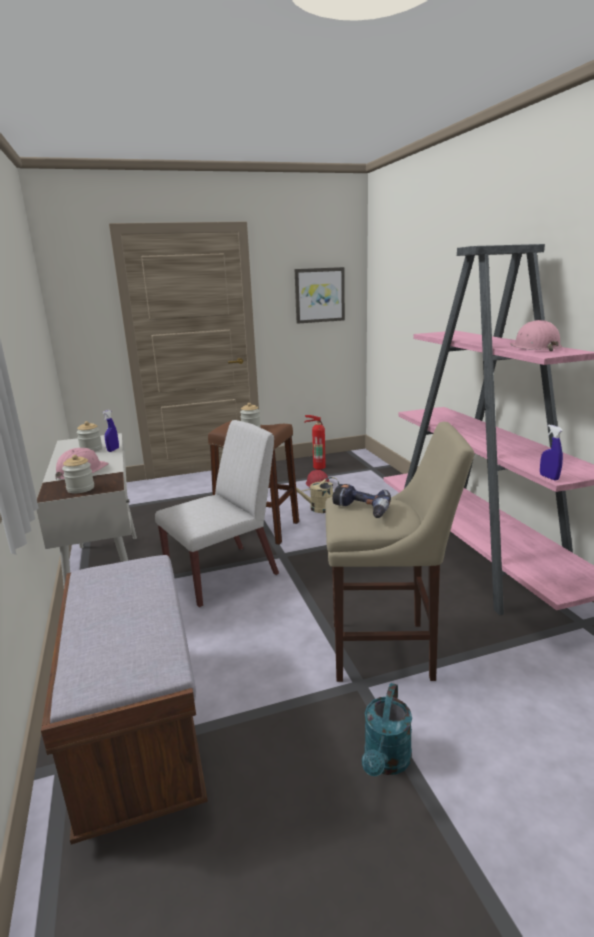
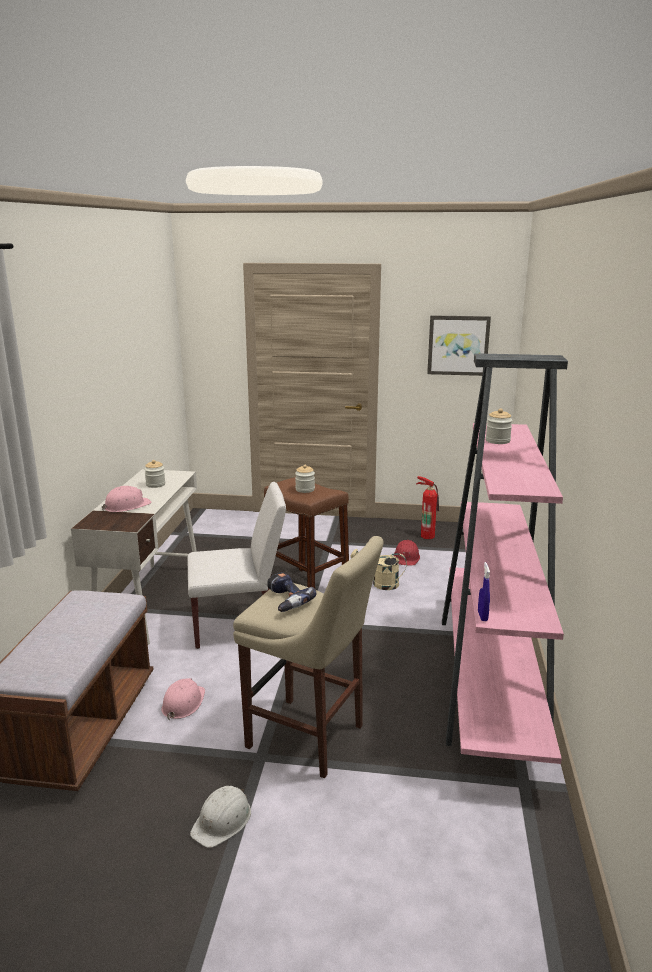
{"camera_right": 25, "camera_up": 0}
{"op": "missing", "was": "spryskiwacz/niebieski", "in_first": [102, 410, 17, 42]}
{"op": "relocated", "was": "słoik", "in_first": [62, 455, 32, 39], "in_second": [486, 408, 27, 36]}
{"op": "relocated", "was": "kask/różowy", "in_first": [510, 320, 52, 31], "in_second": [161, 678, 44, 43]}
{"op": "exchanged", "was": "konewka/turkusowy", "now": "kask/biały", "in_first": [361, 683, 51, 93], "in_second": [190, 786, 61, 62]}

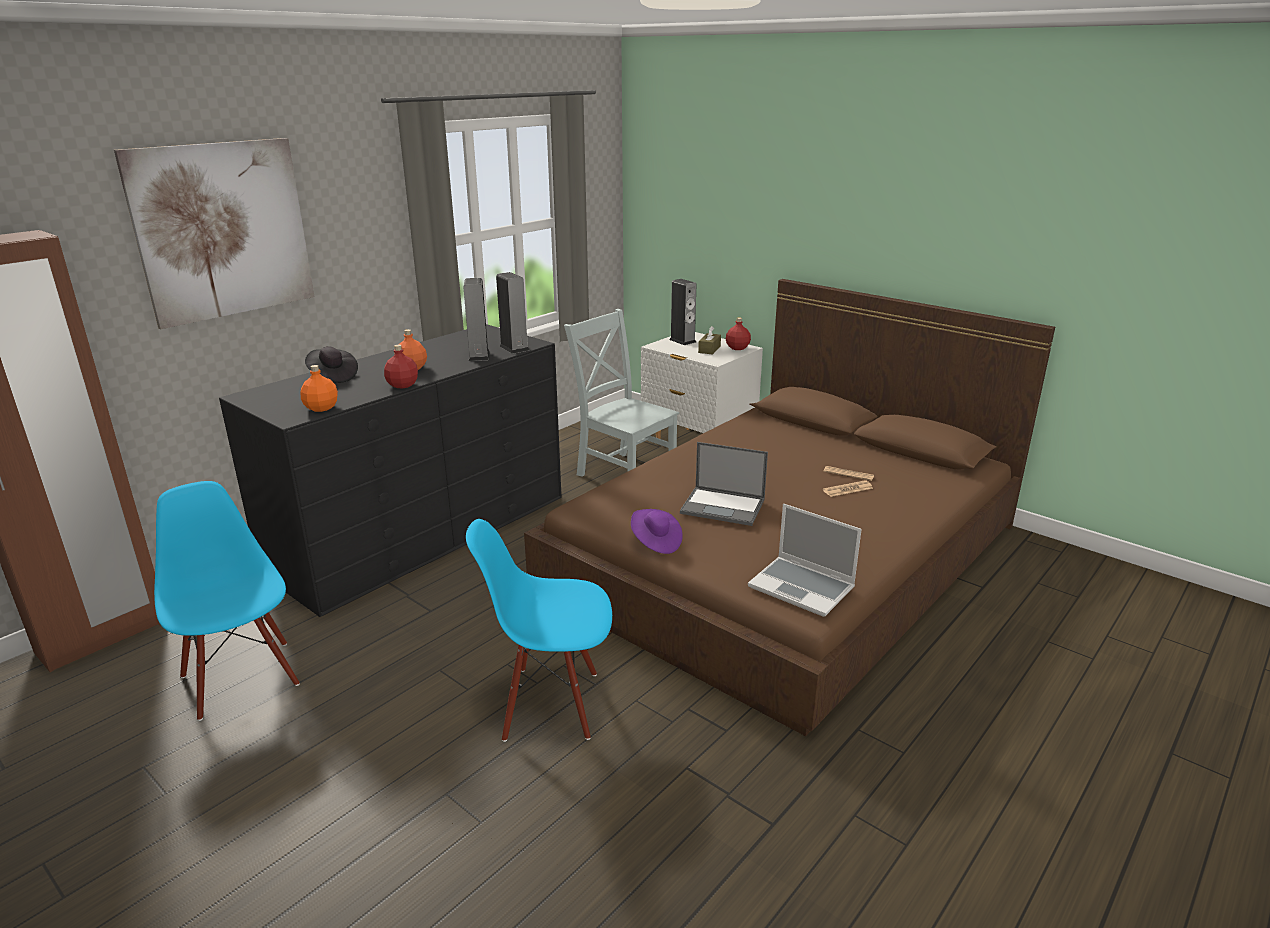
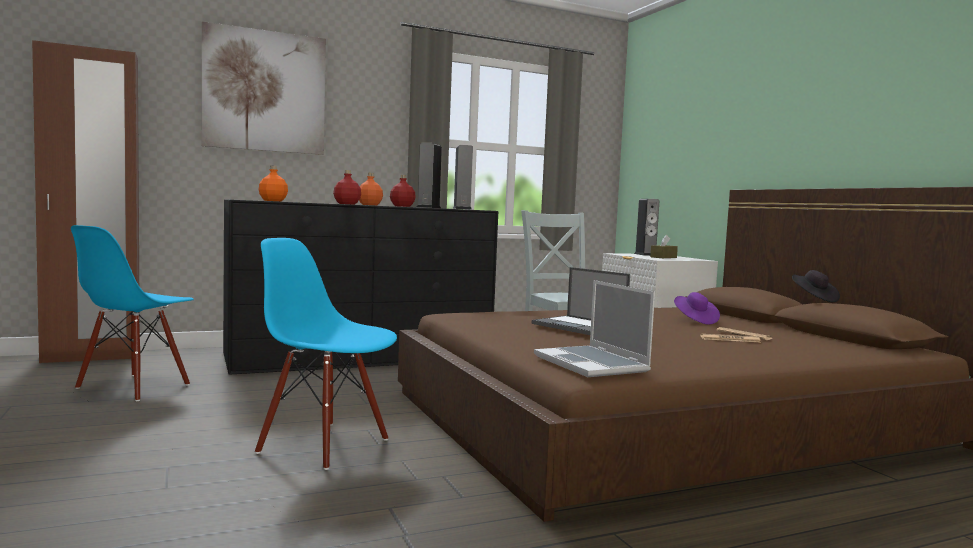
{"camera_right": 25, "camera_up": -20}
{"op": "relocated", "was": "kapelusz/czarny", "in_first": [305, 346, 53, 37], "in_second": [792, 270, 48, 32]}
{"op": "relocated", "was": "kapelusz/fioletowy", "in_first": [631, 509, 52, 45], "in_second": [674, 292, 46, 32]}
{"op": "relocated", "was": "butelka/czerwony", "in_first": [726, 318, 25, 32], "in_second": [390, 175, 26, 32]}
{"op": "spun", "was": "krzesło/niebieski", "in_first": [154, 481, 146, 240], "in_second": [71, 225, 123, 176], "clockwise": -150}

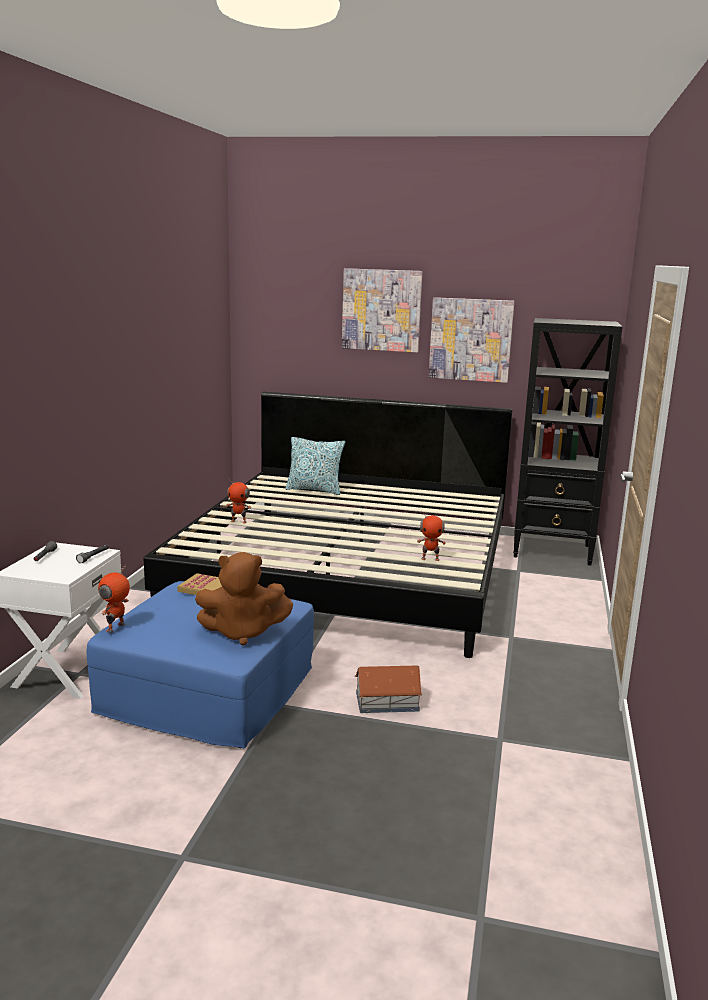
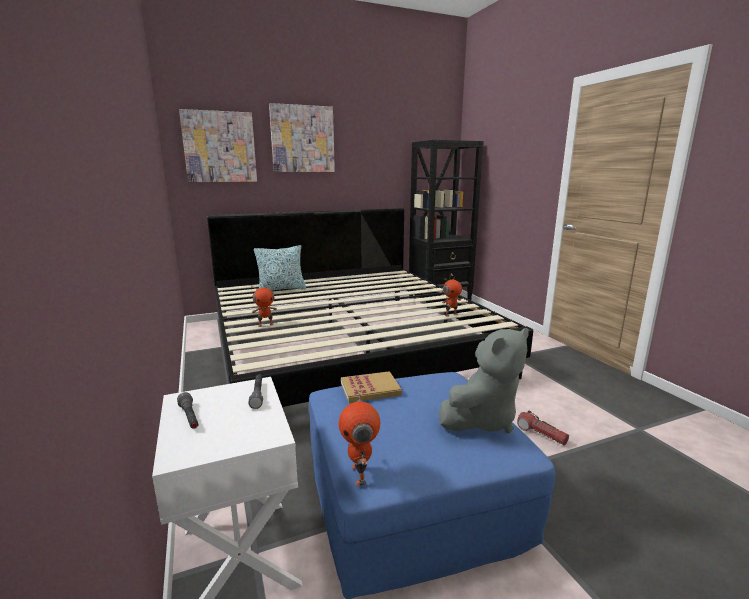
{"camera_right": -35, "camera_up": 0}
{"op": "relocated", "was": "obraz", "in_first": [429, 297, 85, 86], "in_second": [179, 109, 78, 73]}
{"op": "exchanged", "was": "domek", "now": "latarka", "in_first": [355, 665, 67, 48], "in_second": [517, 411, 52, 35]}
{"op": "colour", "was": "pluszak/brązowy", "now": "pluszak/szary", "in_first": [195, 552, 98, 93], "in_second": [439, 328, 90, 105]}

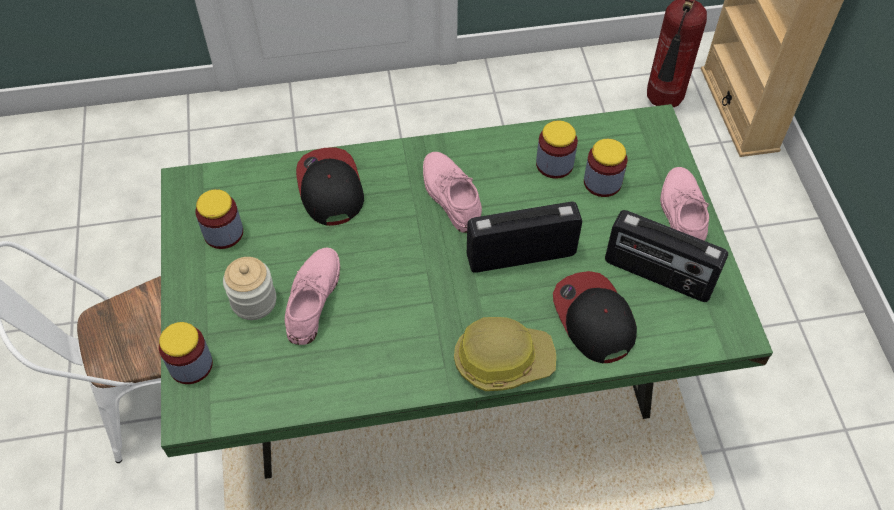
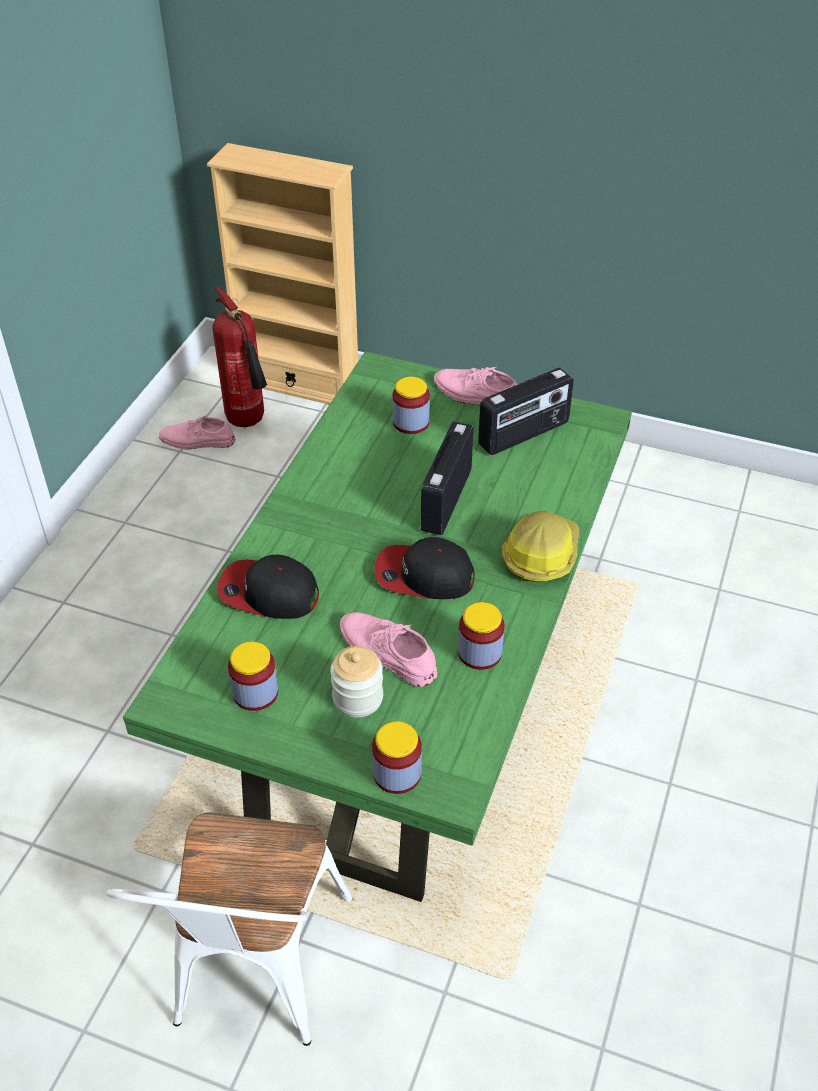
{"camera_right": -60, "camera_up": -10}
{"op": "relocated", "was": "but/różowy", "in_first": [423, 152, 59, 81], "in_second": [159, 415, 76, 34]}
{"op": "relocated", "was": "słoik", "in_first": [536, 120, 42, 59], "in_second": [458, 602, 47, 68]}
{"op": "relocated", "was": "czapka z daszkiem", "in_first": [553, 271, 84, 92], "in_second": [374, 537, 101, 62]}

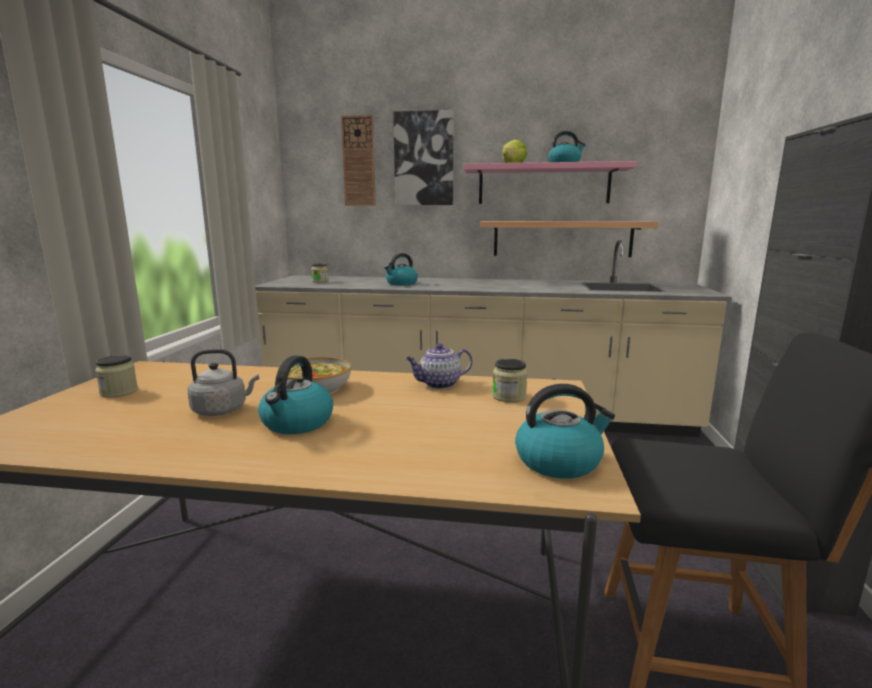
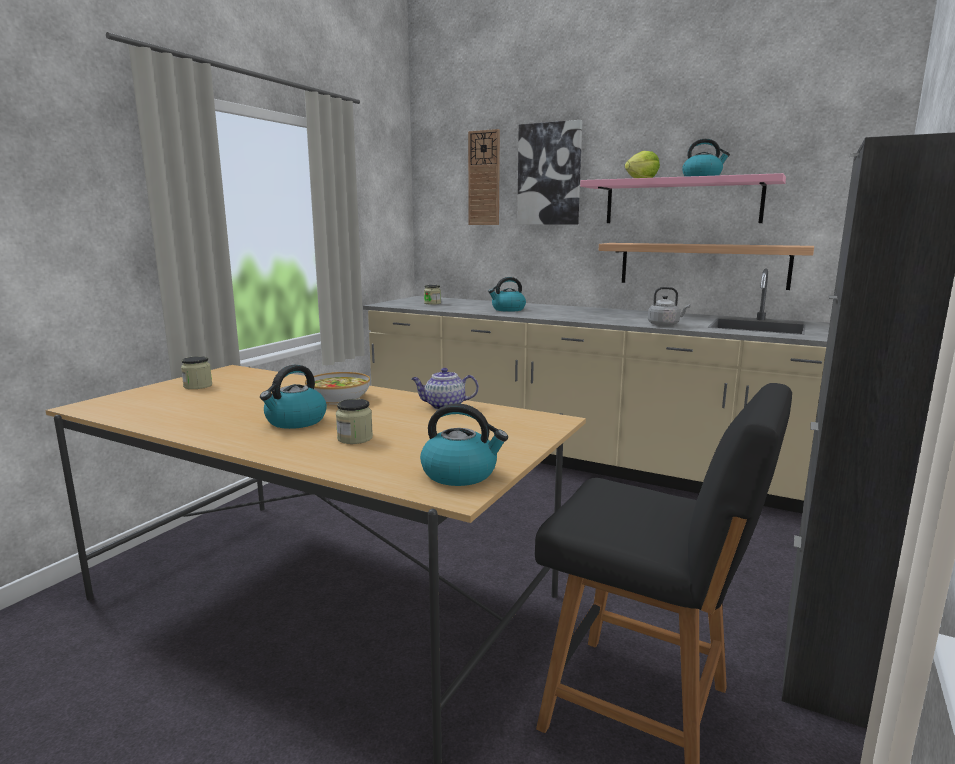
{"camera_right": 20, "camera_up": 0}
{"op": "relocated", "was": "czajnik/szary", "in_first": [188, 349, 71, 67], "in_second": [648, 287, 42, 39]}
{"op": "relocated", "was": "słoik", "in_first": [492, 359, 35, 44], "in_second": [336, 399, 37, 45]}

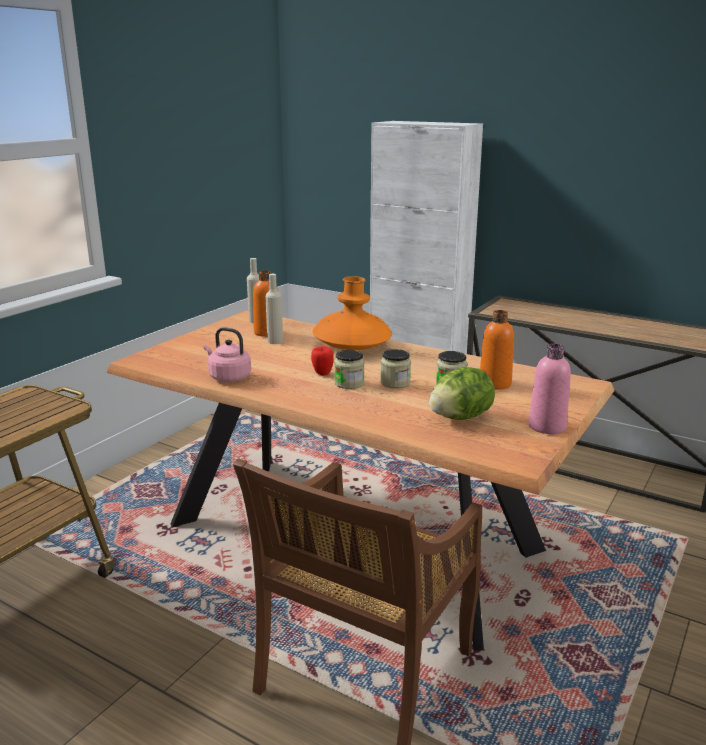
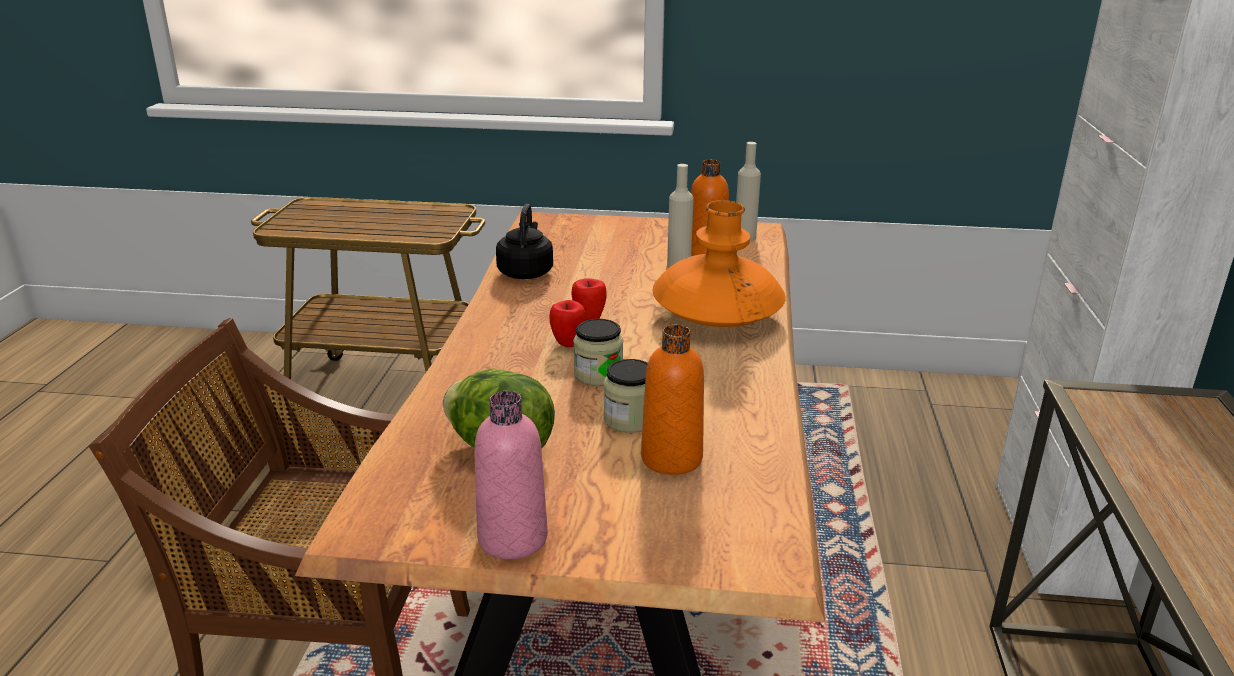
{"camera_right": 65, "camera_up": 5}
{"op": "exchanged", "was": "słoik", "now": "jabłko", "in_first": [334, 350, 31, 39], "in_second": [550, 300, 36, 47]}
{"op": "colour", "was": "czajnik/różowy", "now": "czajnik/czarny", "in_first": [204, 327, 47, 55], "in_second": [496, 204, 57, 75]}

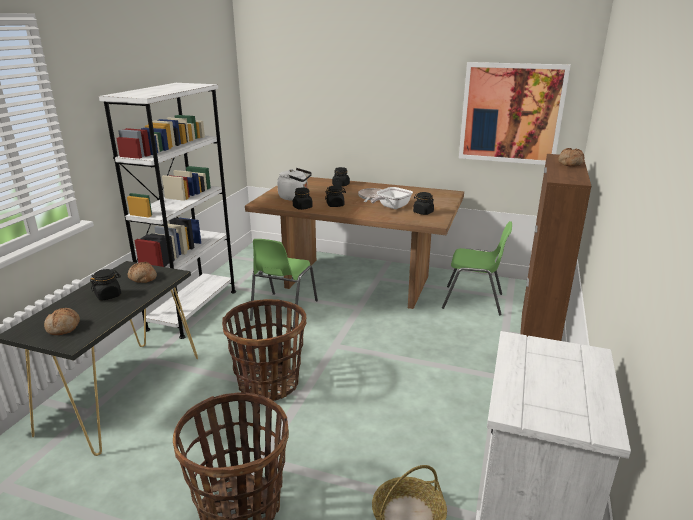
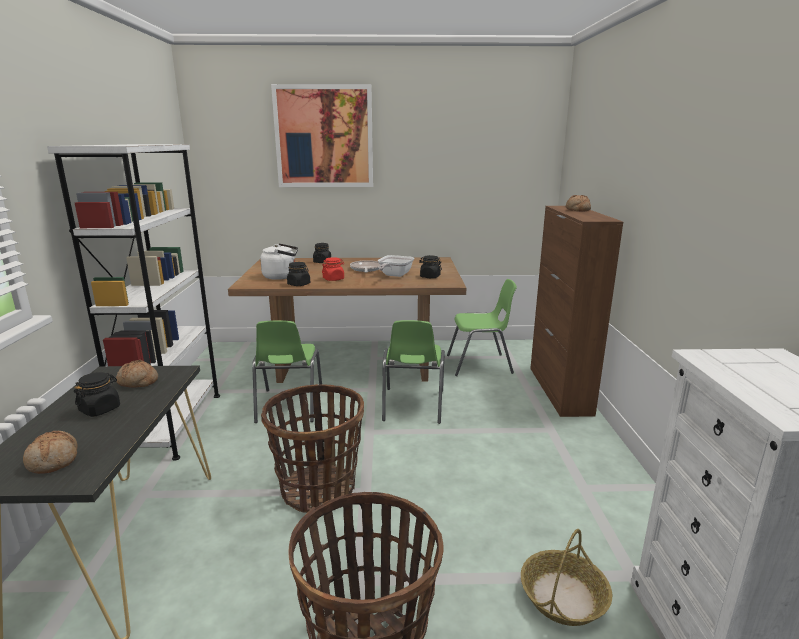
{"camera_right": -20, "camera_up": -5}
{"op": "appeared", "now": "krzesło/zielony", "in_second": [382, 320, 63, 104]}
{"op": "relocated", "was": "obraz", "in_first": [459, 62, 112, 103], "in_second": [271, 84, 102, 103]}
{"op": "colour", "was": "słoik/czarny", "now": "słoik/czerwony", "in_first": [325, 185, 21, 22], "in_second": [322, 257, 22, 24]}

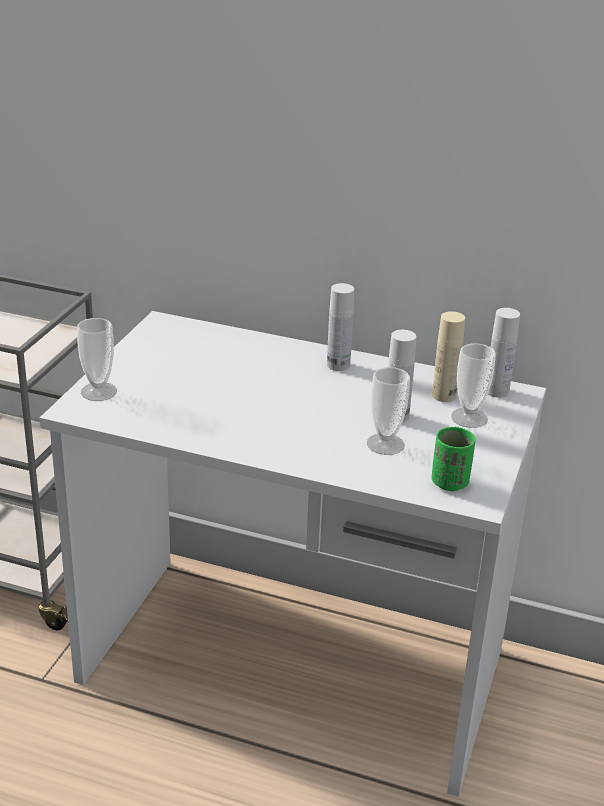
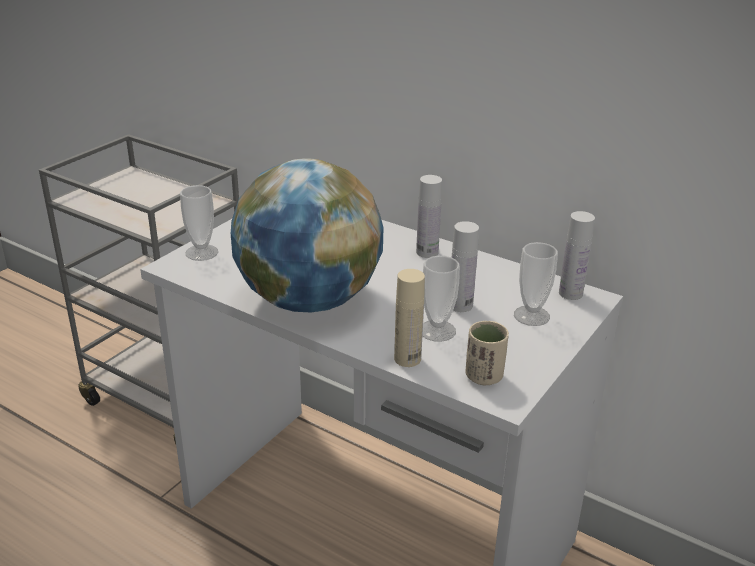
{"camera_right": 15, "camera_up": 0}
{"op": "appeared", "now": "globus", "in_second": [231, 158, 152, 154]}
{"op": "relocated", "was": "butelka/beżowy", "in_first": [432, 311, 33, 91], "in_second": [394, 269, 31, 98]}
{"op": "colour", "was": "filiżanka/zielony", "now": "filiżanka/beżowy", "in_first": [432, 427, 43, 64], "in_second": [466, 321, 43, 64]}

